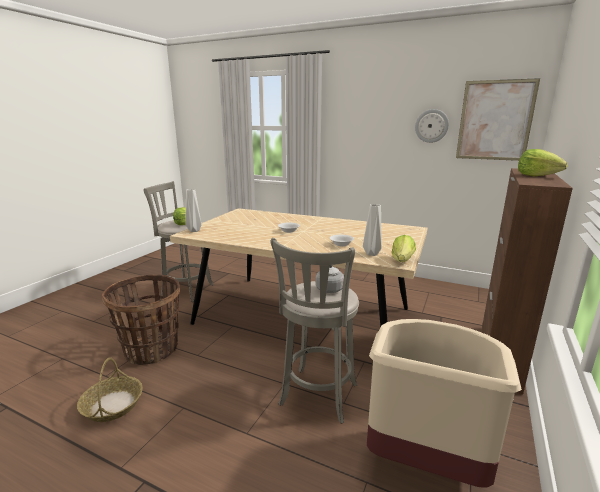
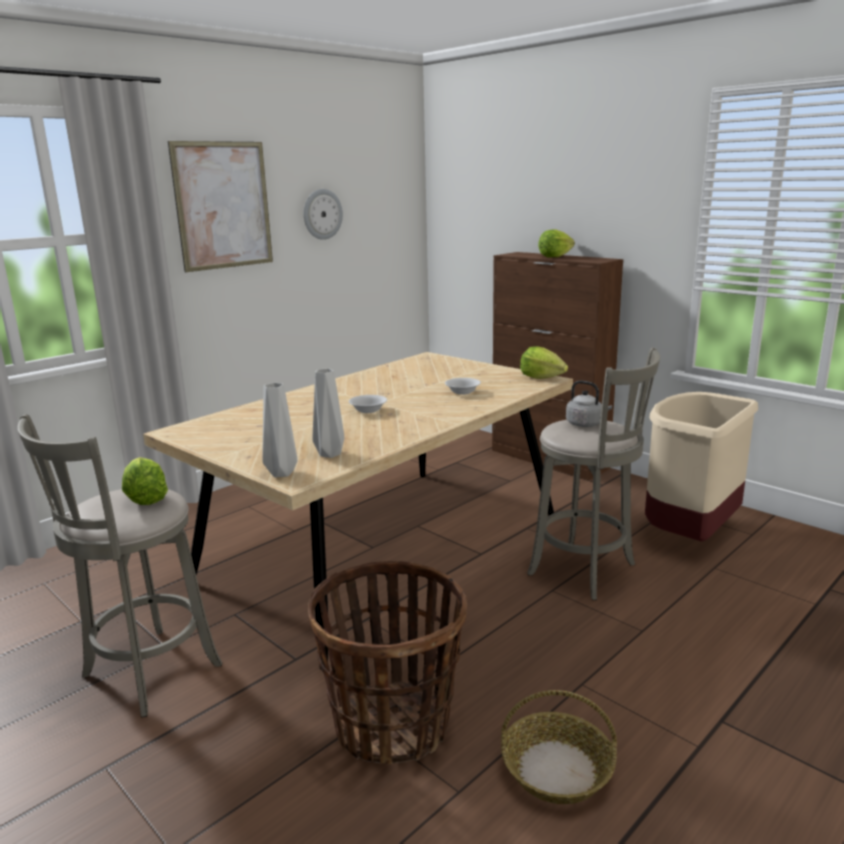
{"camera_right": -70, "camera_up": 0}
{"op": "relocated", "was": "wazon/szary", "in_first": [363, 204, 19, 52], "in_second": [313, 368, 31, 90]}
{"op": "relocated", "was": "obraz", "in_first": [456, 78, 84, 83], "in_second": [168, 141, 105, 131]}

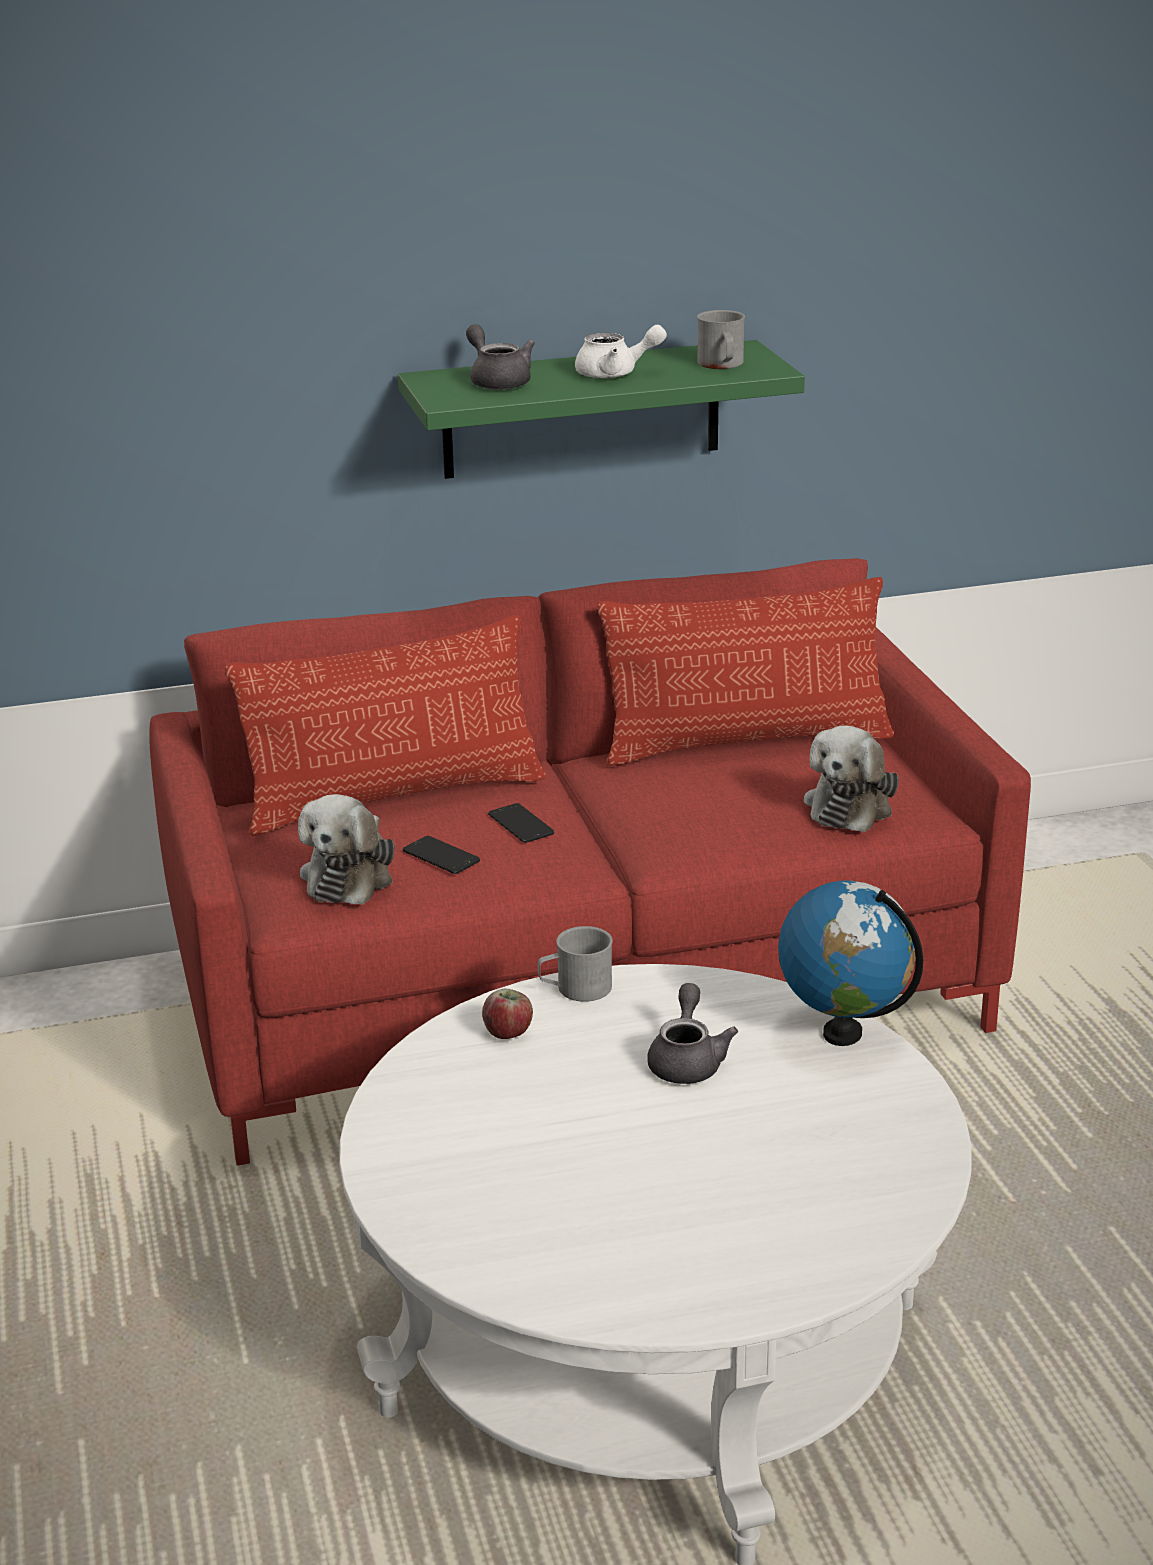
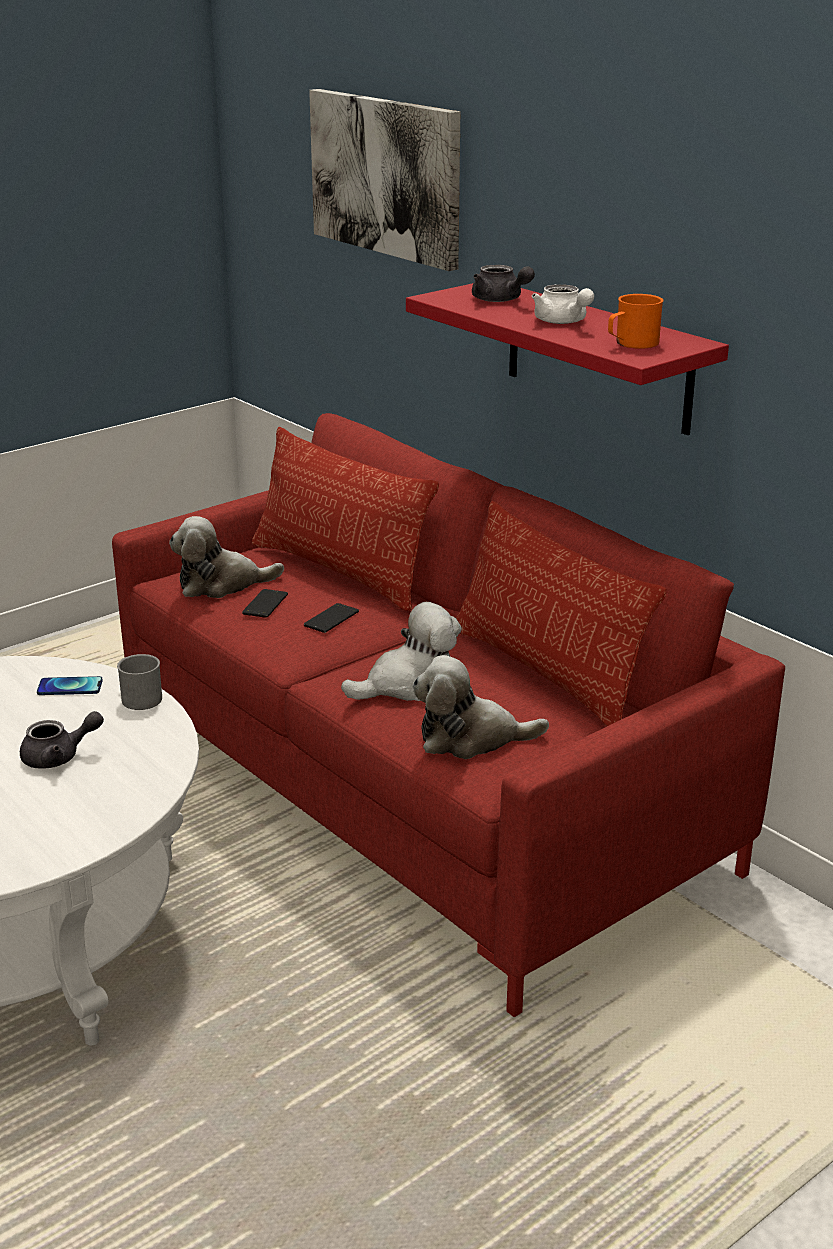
{"camera_right": 65, "camera_up": 0}
{"op": "missing", "was": "globus", "in_first": [778, 880, 145, 166]}
{"op": "appeared", "now": "obraz", "in_second": [309, 89, 151, 182]}
{"op": "appeared", "now": "pluszak", "in_second": [341, 602, 121, 99]}
{"op": "exchanged", "was": "jabłko", "now": "telefon", "in_first": [482, 989, 51, 50], "in_second": [37, 676, 66, 19]}
{"op": "colour", "was": "półka/zielony", "now": "półka/czerwony", "in_first": [398, 340, 407, 139], "in_second": [406, 283, 323, 152]}
{"op": "colour", "was": "kubek/szary", "now": "kubek/pomarańczowy", "in_first": [697, 310, 48, 59], "in_second": [608, 294, 55, 55]}
{"op": "spun", "was": "imbryk/szary", "in_first": [466, 325, 69, 65], "in_second": [472, 265, 63, 37], "clockwise": 105}

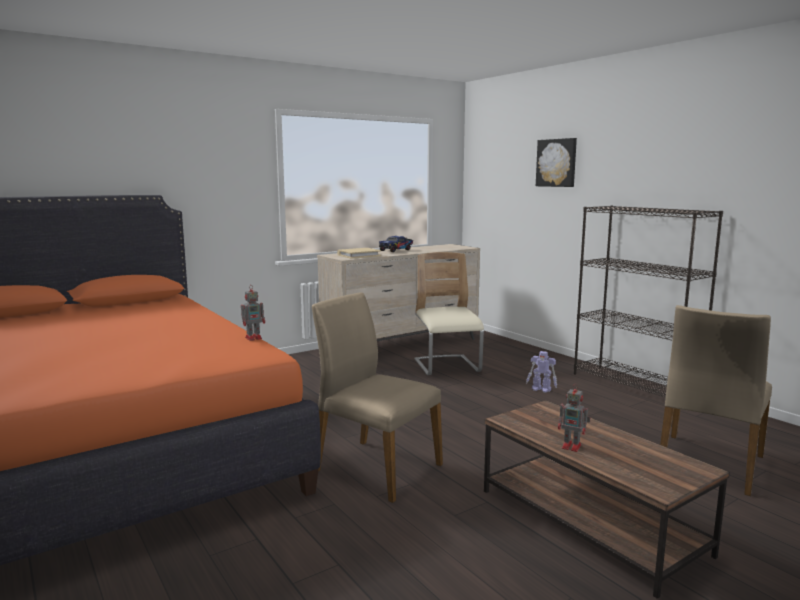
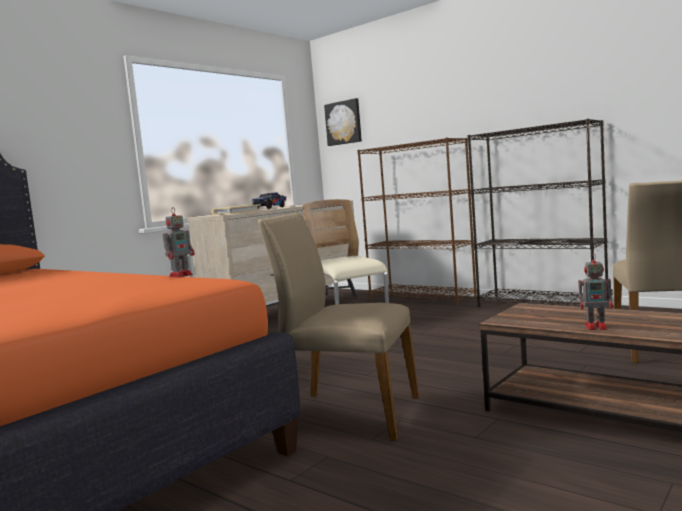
{"camera_right": -15, "camera_up": -5}
{"op": "missing", "was": "robot zabawkowy", "in_first": [526, 351, 31, 42]}
{"op": "appeared", "now": "regał/brązowy", "in_second": [357, 138, 120, 169]}
{"op": "relocated", "was": "obraz", "in_first": [536, 138, 41, 49], "in_second": [324, 98, 38, 48]}

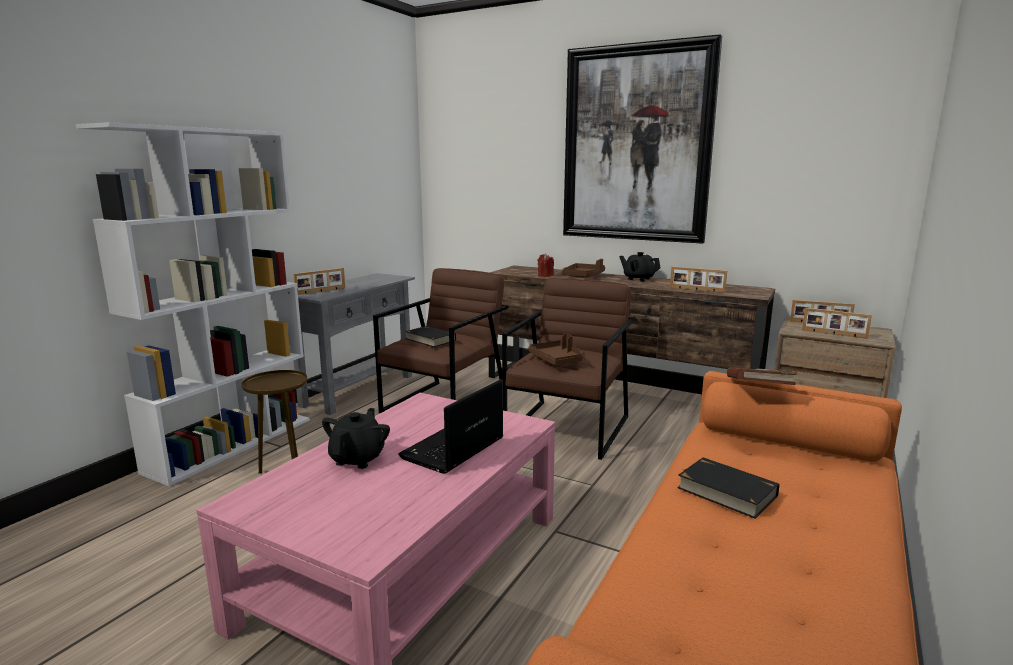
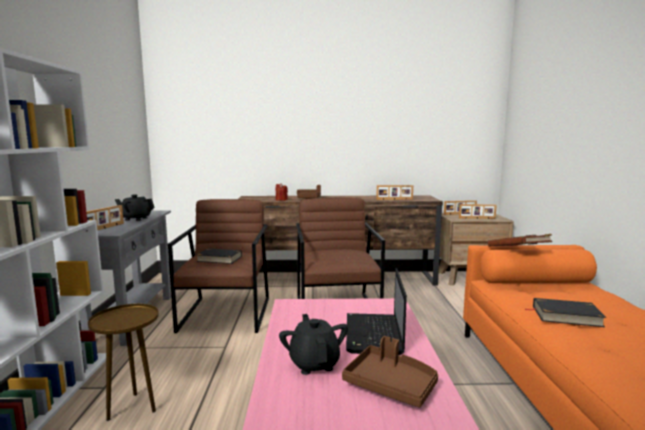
{"camera_right": -30, "camera_up": -5}
{"op": "missing", "was": "obraz", "in_first": [563, 34, 159, 210]}
{"op": "relocated", "was": "taca/brązowy", "in_first": [528, 334, 55, 31], "in_second": [342, 336, 96, 71]}
{"op": "relocated", "was": "imbryk/czarny", "in_first": [619, 252, 42, 29], "in_second": [115, 194, 40, 27]}

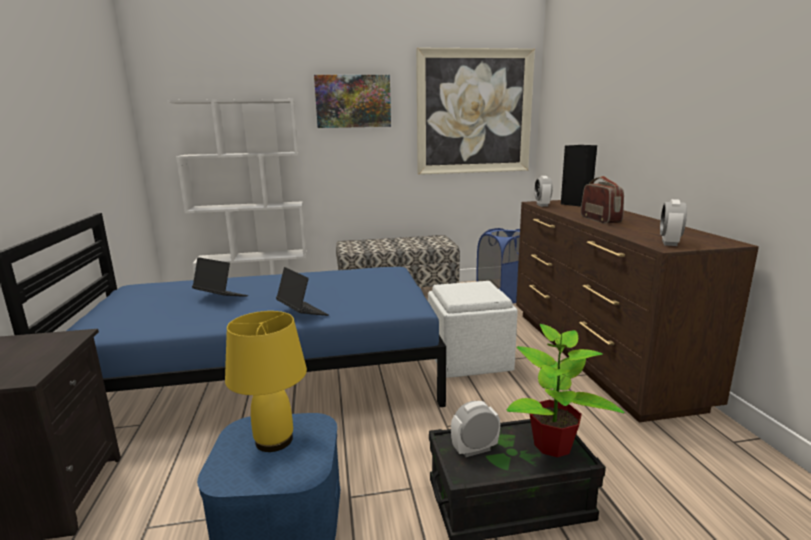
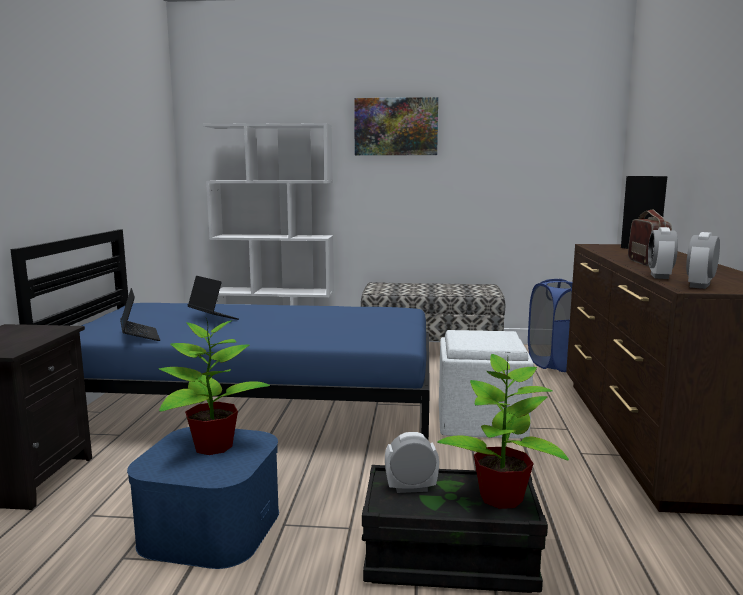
{"camera_right": 15, "camera_up": -5}
{"op": "missing", "was": "obraz", "in_first": [416, 48, 119, 127]}
{"op": "relocated", "was": "laptop", "in_first": [276, 267, 53, 49], "in_second": [120, 288, 40, 53]}
{"op": "relocated", "was": "budzik", "in_first": [534, 176, 19, 31], "in_second": [648, 227, 30, 52]}
{"op": "exchanged", "was": "lampa stołowa/żółty", "now": "roślina doniczkowa", "in_first": [225, 311, 82, 141], "in_second": [159, 317, 111, 138]}

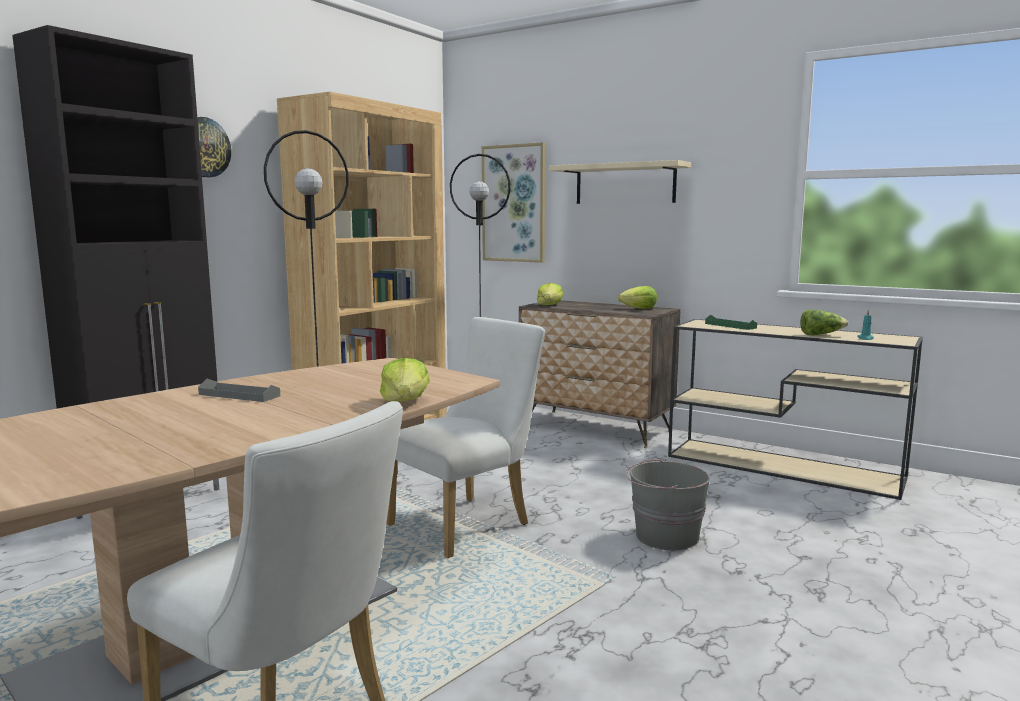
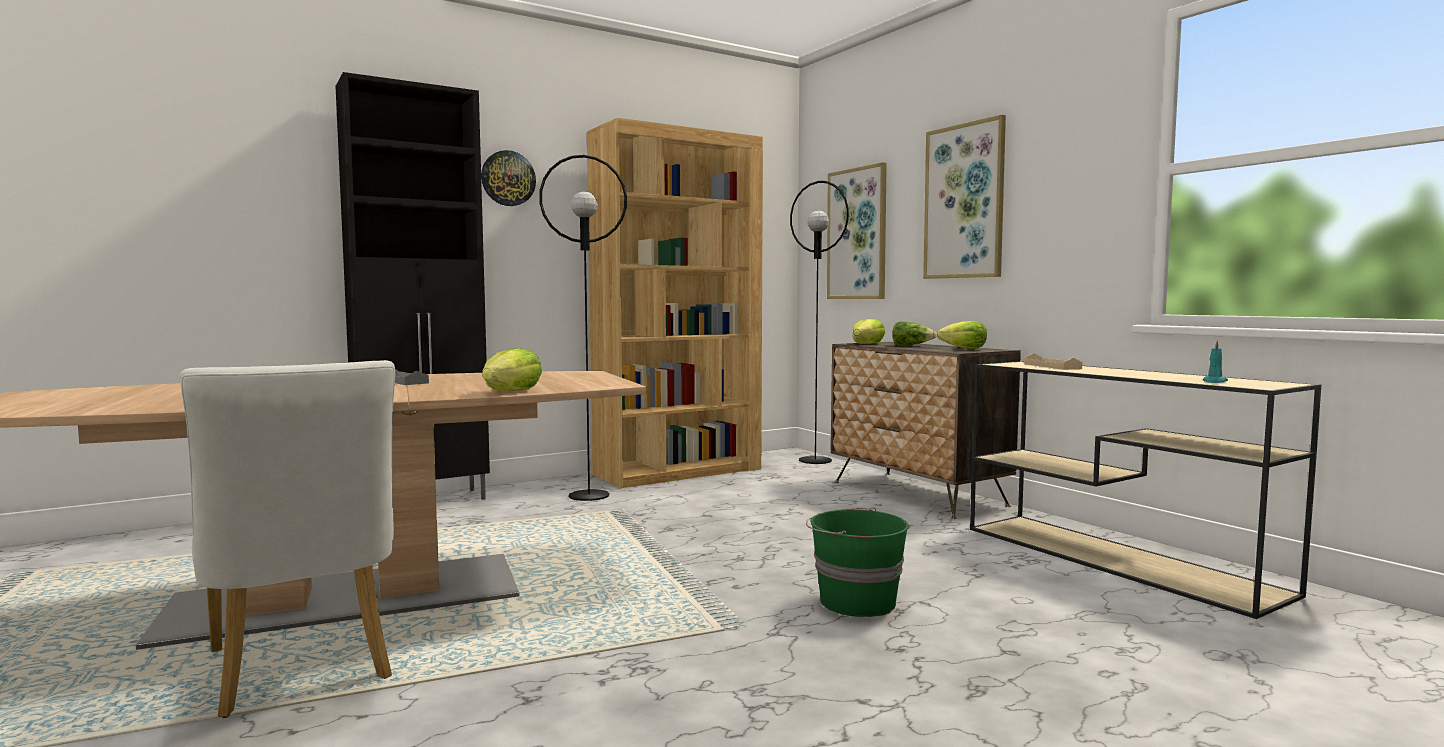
{"camera_right": 25, "camera_up": -5}
{"op": "missing", "was": "krzesło/biały", "in_first": [386, 317, 159, 241]}
{"op": "relocated", "was": "sałata", "in_first": [800, 310, 48, 25], "in_second": [892, 321, 45, 25]}
{"op": "exchanged", "was": "półka/beżowy", "now": "obraz", "in_first": [549, 160, 142, 44], "in_second": [923, 115, 83, 164]}
{"op": "colour", "was": "wiadro/szary", "now": "wiadro/zielony", "in_first": [626, 458, 84, 92], "in_second": [806, 507, 103, 110]}
{"op": "colour", "was": "taca/zielony", "now": "taca/beżowy", "in_first": [705, 315, 52, 15], "in_second": [1024, 353, 58, 17]}

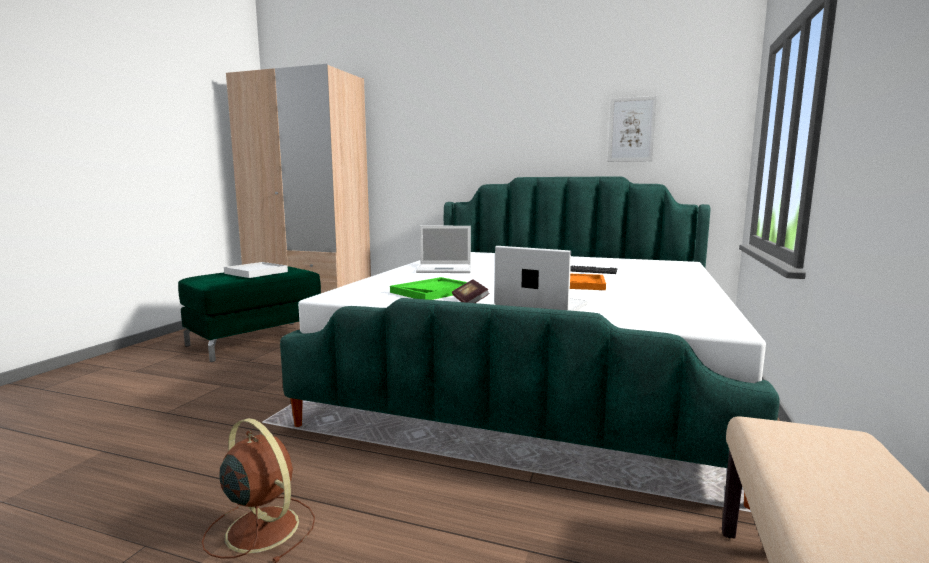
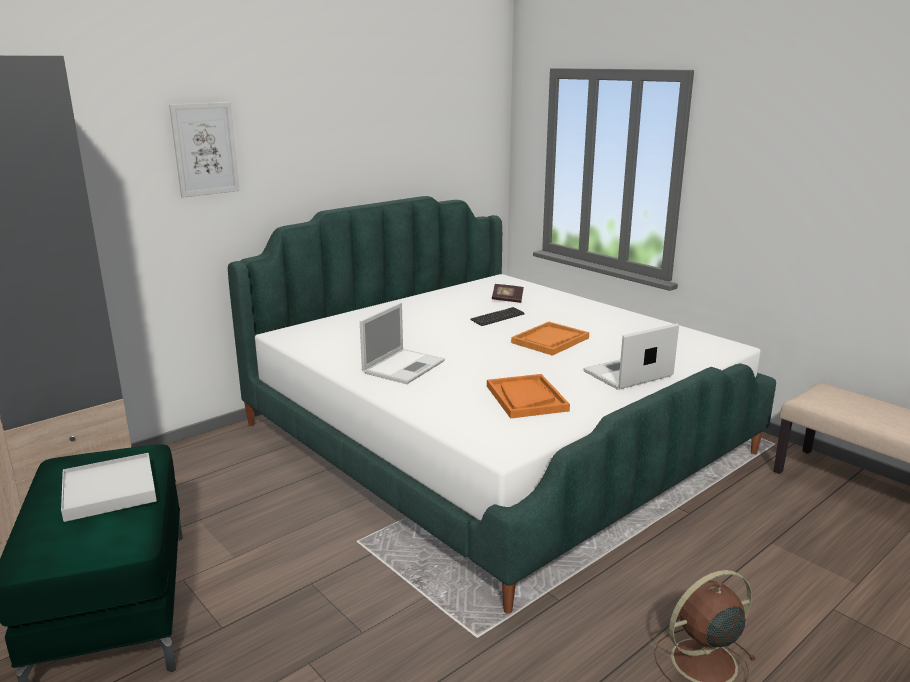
{"camera_right": -60, "camera_up": 10}
{"op": "relocated", "was": "książka", "in_first": [452, 279, 38, 24], "in_second": [492, 284, 32, 19]}
{"op": "relocated", "was": "obraz", "in_first": [608, 96, 49, 66], "in_second": [169, 102, 71, 96]}
{"op": "colour", "was": "taca/zielony", "now": "taca/pomarańczowy", "in_first": [390, 277, 77, 23], "in_second": [487, 374, 83, 45]}

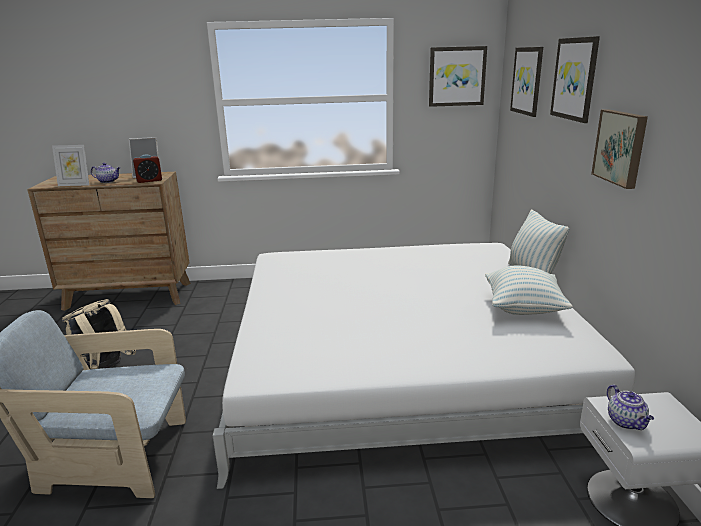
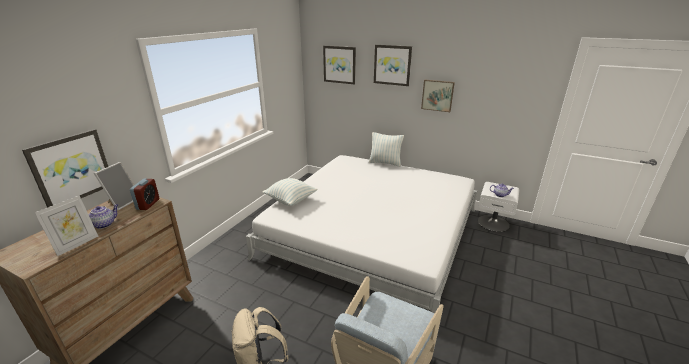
{"camera_right": -60, "camera_up": 5}
{"op": "relocated", "was": "obraz", "in_first": [429, 46, 58, 61], "in_second": [22, 129, 86, 79]}
{"op": "relocated", "was": "poduszka", "in_first": [485, 265, 88, 50], "in_second": [262, 178, 56, 28]}

